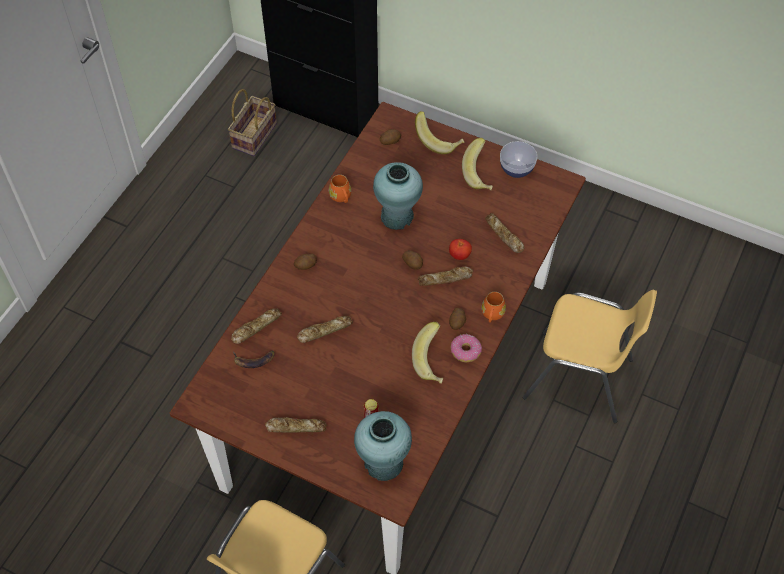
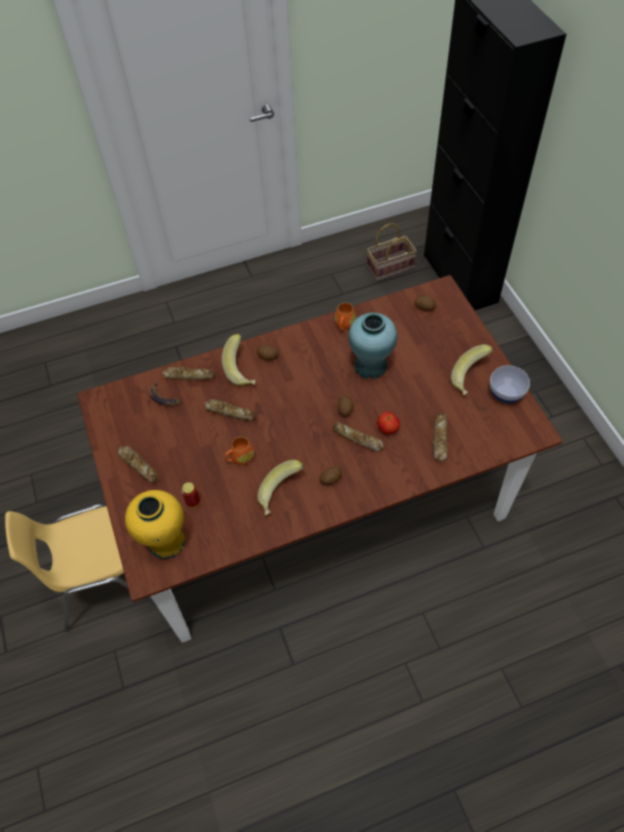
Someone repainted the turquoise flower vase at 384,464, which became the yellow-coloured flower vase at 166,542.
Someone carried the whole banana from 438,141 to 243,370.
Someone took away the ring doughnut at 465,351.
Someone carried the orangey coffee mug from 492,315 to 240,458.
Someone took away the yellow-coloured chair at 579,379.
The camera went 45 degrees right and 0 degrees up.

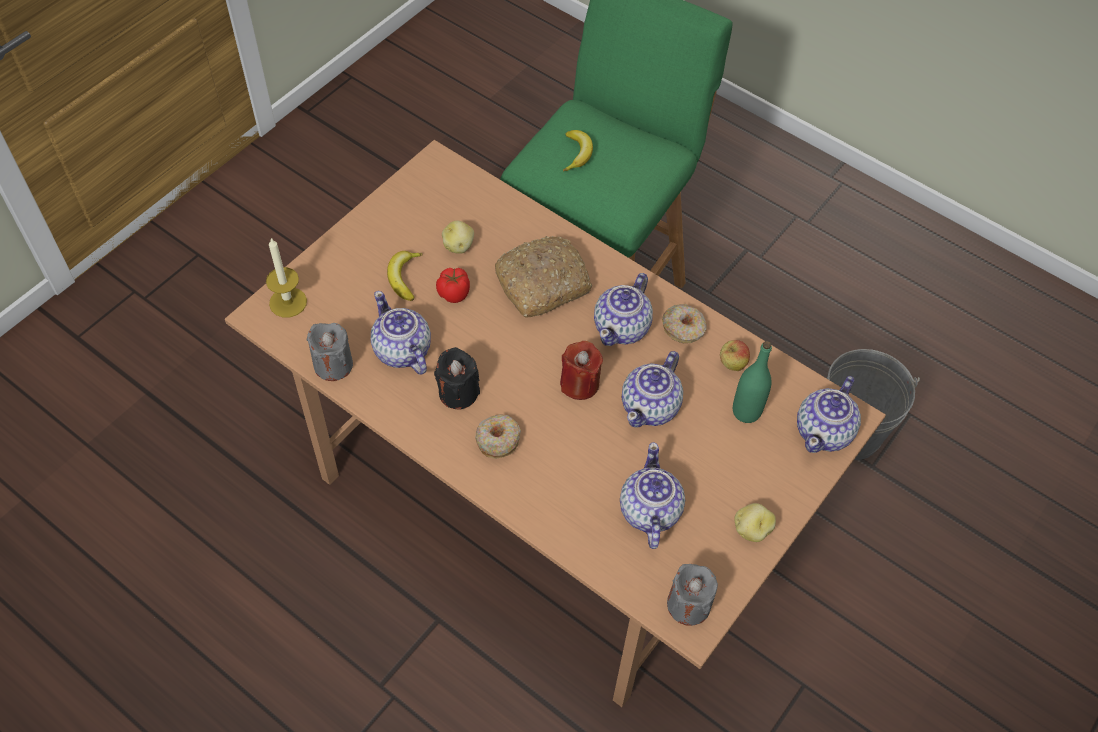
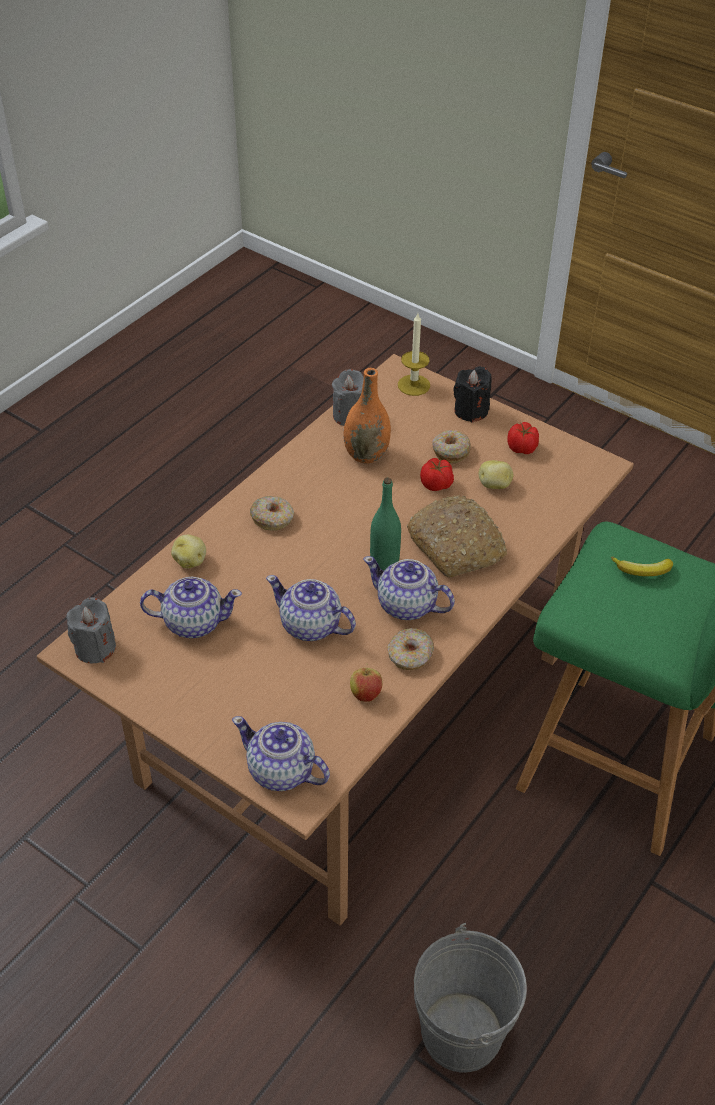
Someone swapped the tea pot at 402,351 for the orangey flower vase at 366,455.
Someone swapped the whole banana at 404,277 for the ring doughnut at 450,451.
Someone carried the black wax candle from 458,392 to 471,411.
Someone took away the red-coloured wax candle at 579,383.
Someone carried the greenish bottle from 746,411 to 384,563.
Someone carried the whole potato from 751,529 to 190,561.
Someone put down the tomato at 522,448.
The camera went 90 degrees right and 10 degrees down.

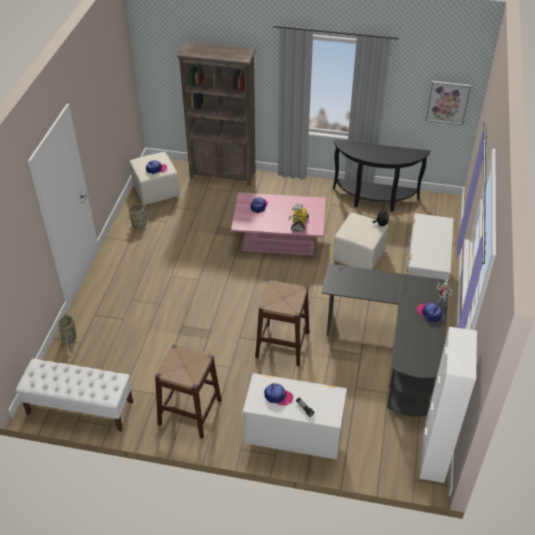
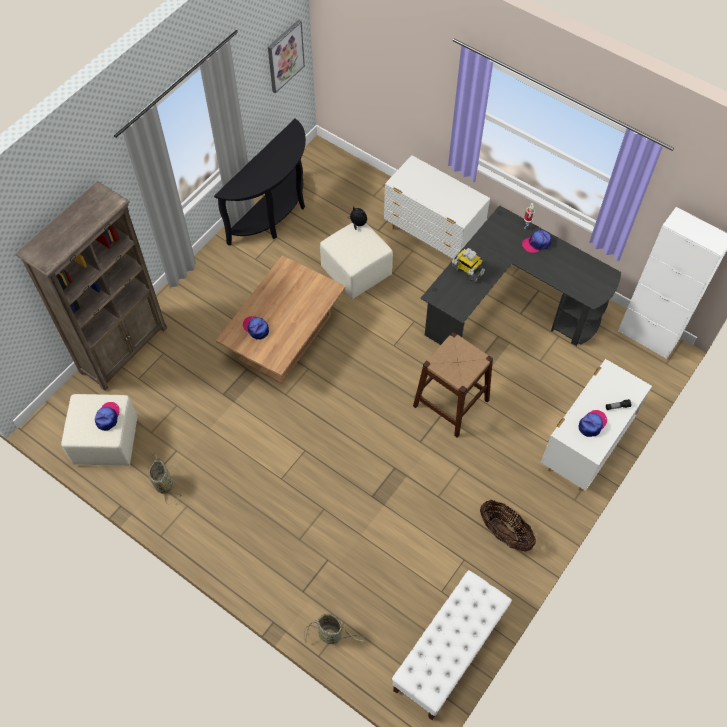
Someone swapped the brown-coloured stool seat at 189,411 for the basket at 504,533.
Someone repainted the pinkish lounge table at 279,239, which became the brown-coloured lounge table at 285,338.
Someone carried the toy robot from 299,224 to 467,271.
The camera went 65 degrees left and 15 degrees up.

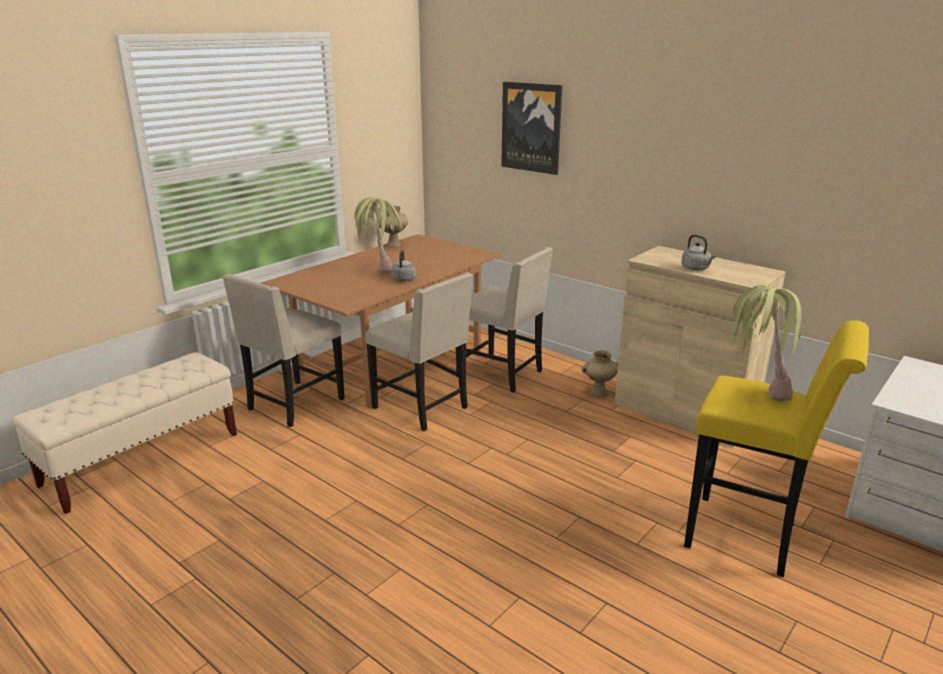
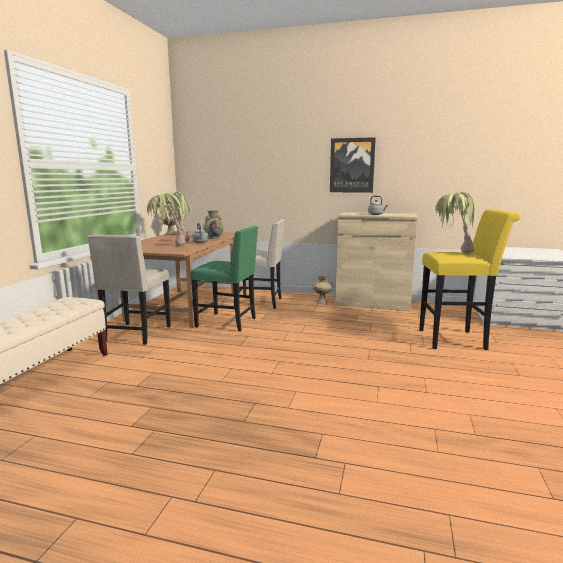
Someone repainted the beige-coloured chair at 423,408, which became the greenish chair at 228,322.
Someone carried the wall picture from 531,127 to 352,165.
Someone put down the potted plant at 168,246.
Someone put down the beige-coloured flower vase at 214,238.
The camera went 25 degrees left and 10 degrees down.

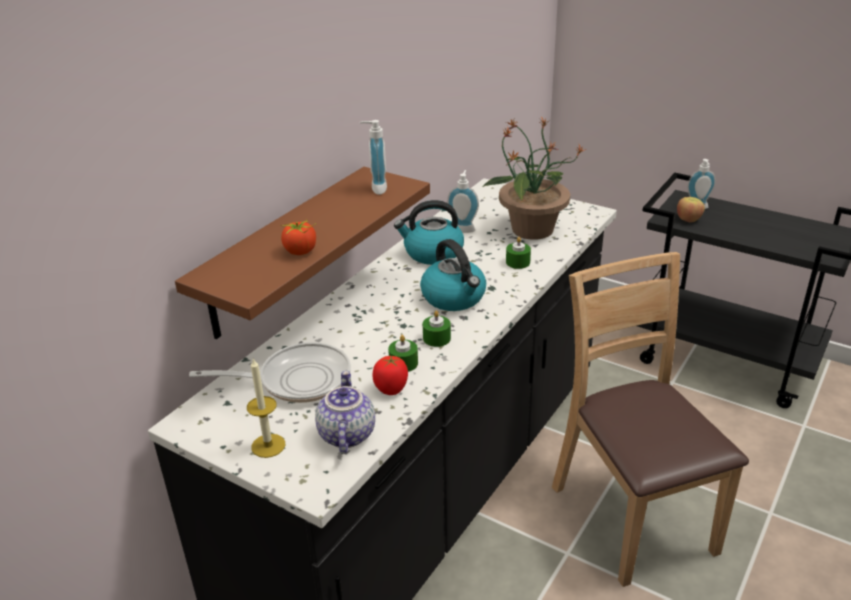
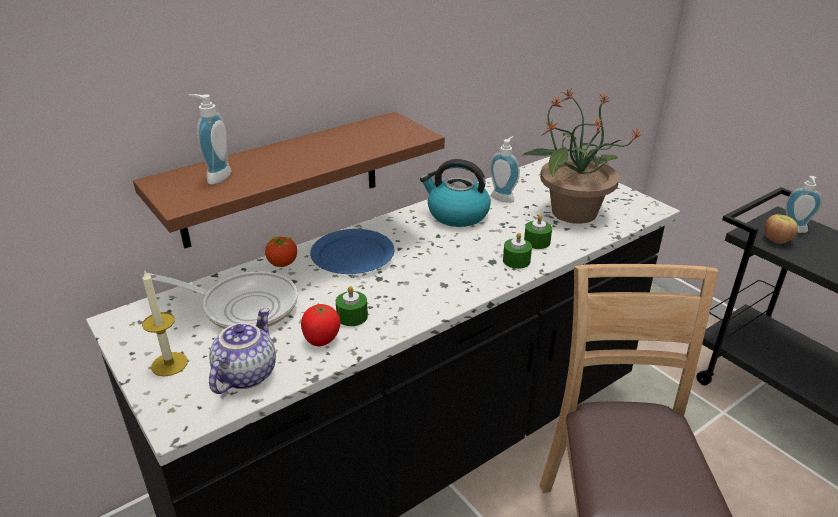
Someone carried the tomato from 301,251 to 283,263.
Someone carried the soap dispenser from 375,188 to 215,176.
Someone took away the tea kettle at 454,297.
Someone carried the greenish wax candle from 436,338 to 516,261.
Someone put down the blue-coloured flat dish at 353,255.
The camera went 20 degrees right and 0 degrees up.

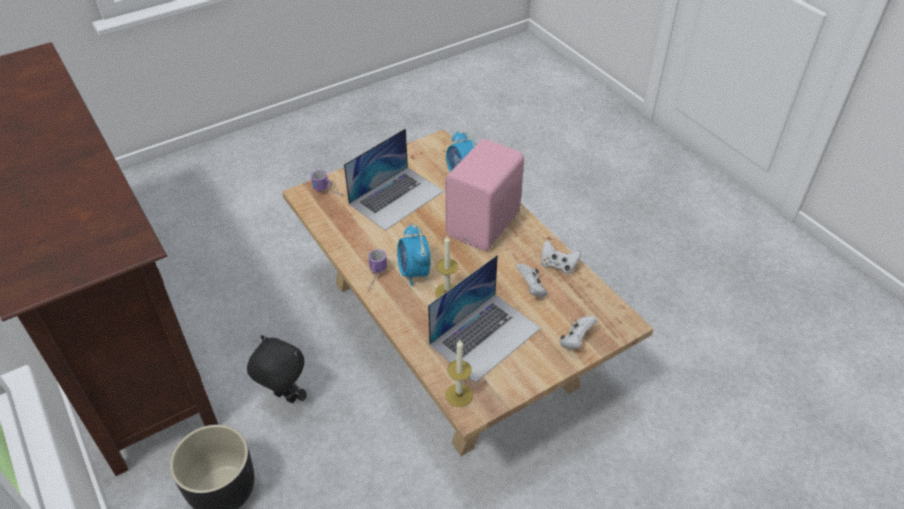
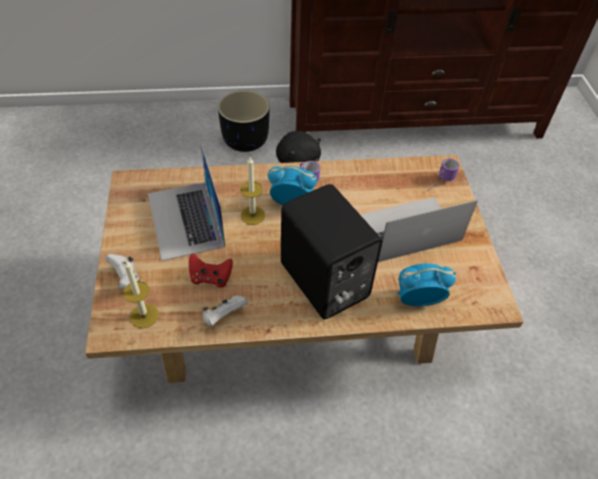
Someone rotated the laptop at 396,197 by 90 degrees clockwise.
Someone repainted the pinkish speaker at 485,224, which became the black speaker at 323,283.
Someone carried the wax candle from 459,395 to 144,316.
Someone repainted the white-coloured joypad at 532,289, which became the red-coloured joypad at 210,278.
The camera went 115 degrees right and 5 degrees up.

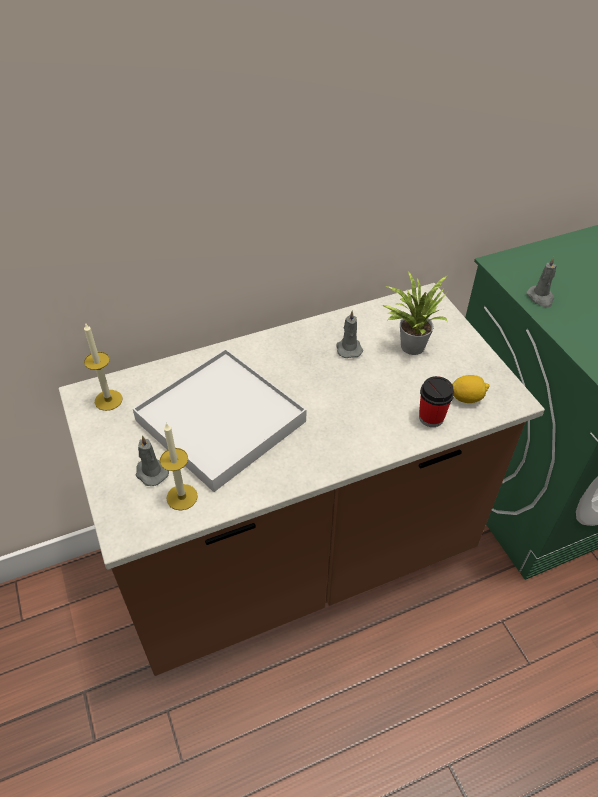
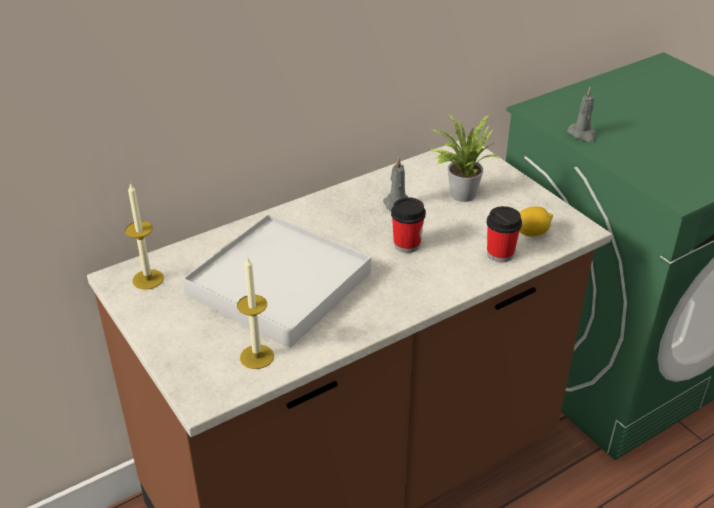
Someone took away the greyish wax candle at 151,472.
Someone put down the drinking cup at 407,244.
The camera went 10 degrees left and 10 degrees down.

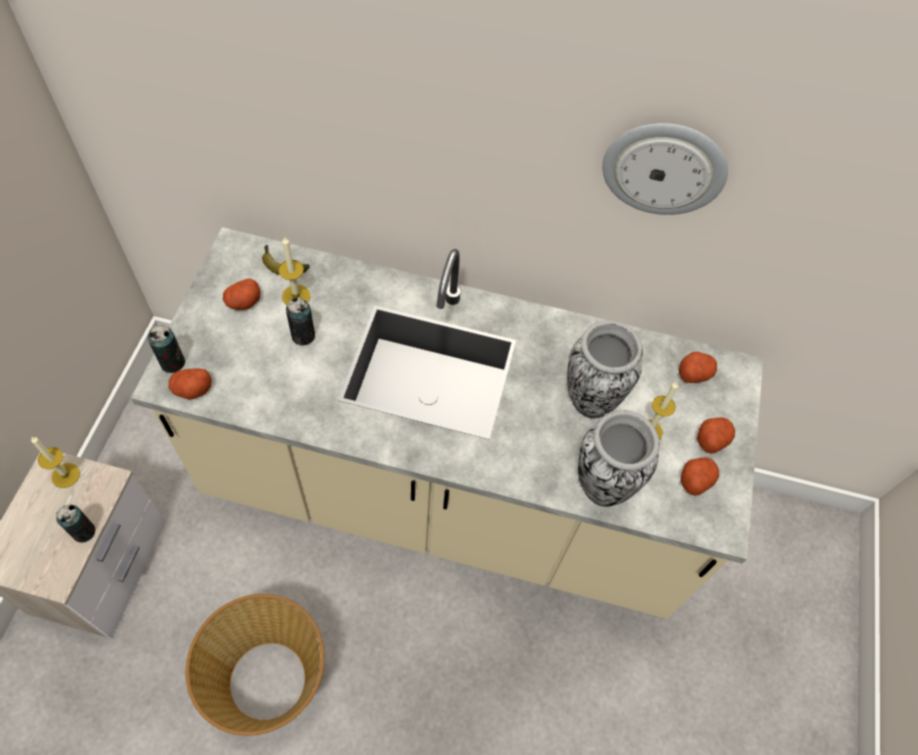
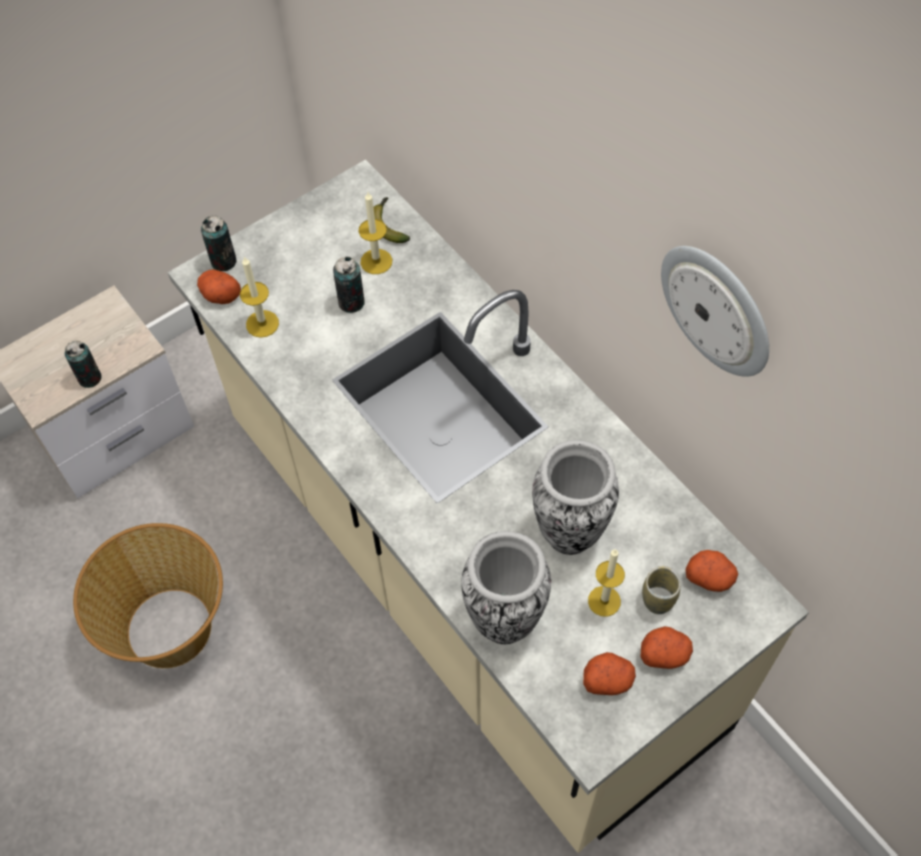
Someone carried the wax candle from 65,475 to 262,324.
Someone took away the whole potato at 243,302.
Someone put down the drinking cup at 658,599.
The camera went 45 degrees right and 0 degrees up.

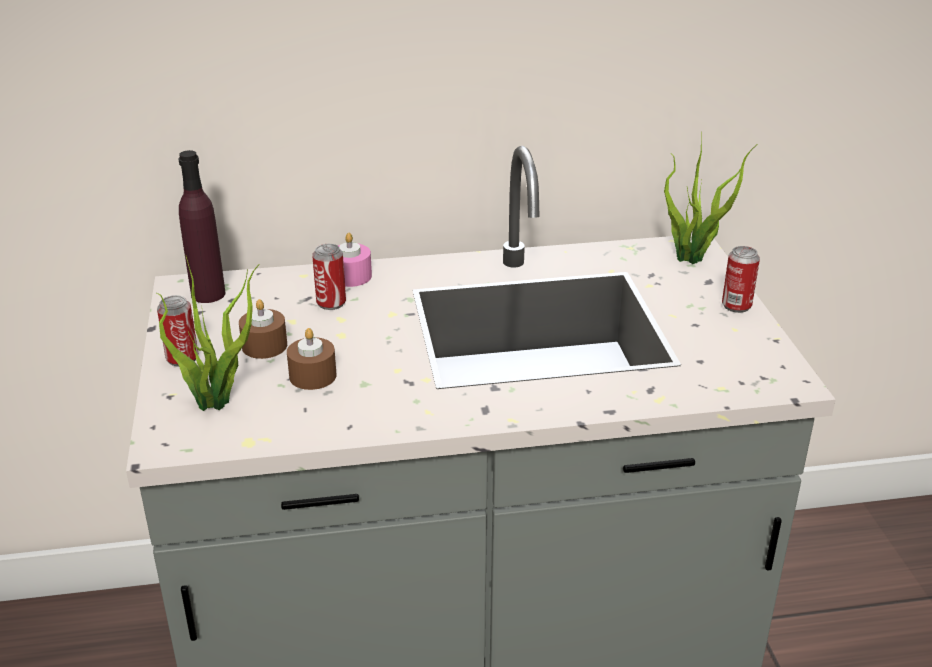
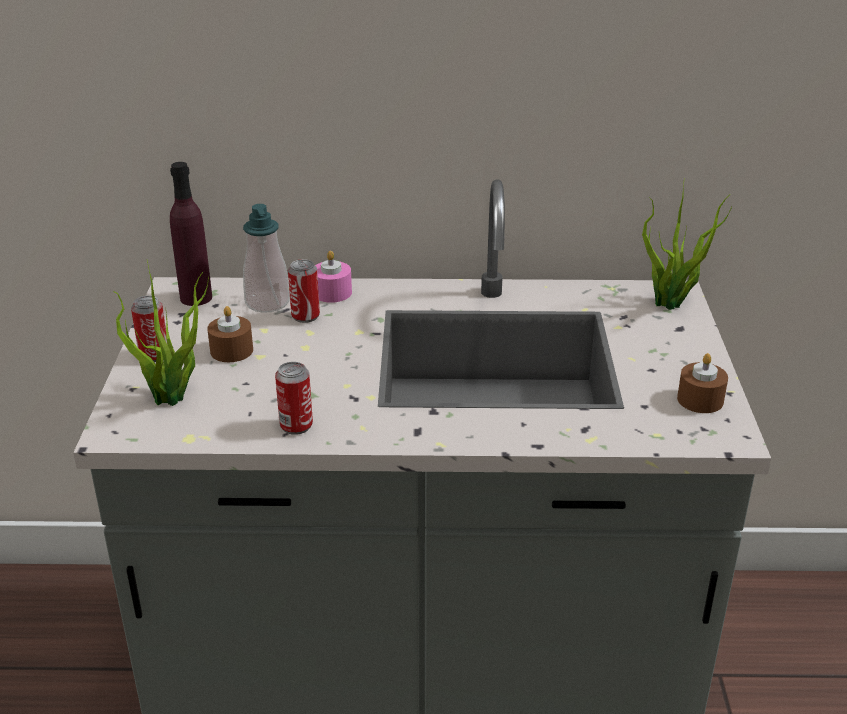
Someone carried the brown-coloured wax candle from 313,376 to 700,400.
Someone carried the can from 736,306 to 296,426.
Someone put down the soap dispenser at 267,303.
The camera went 10 degrees right and 0 degrees up.

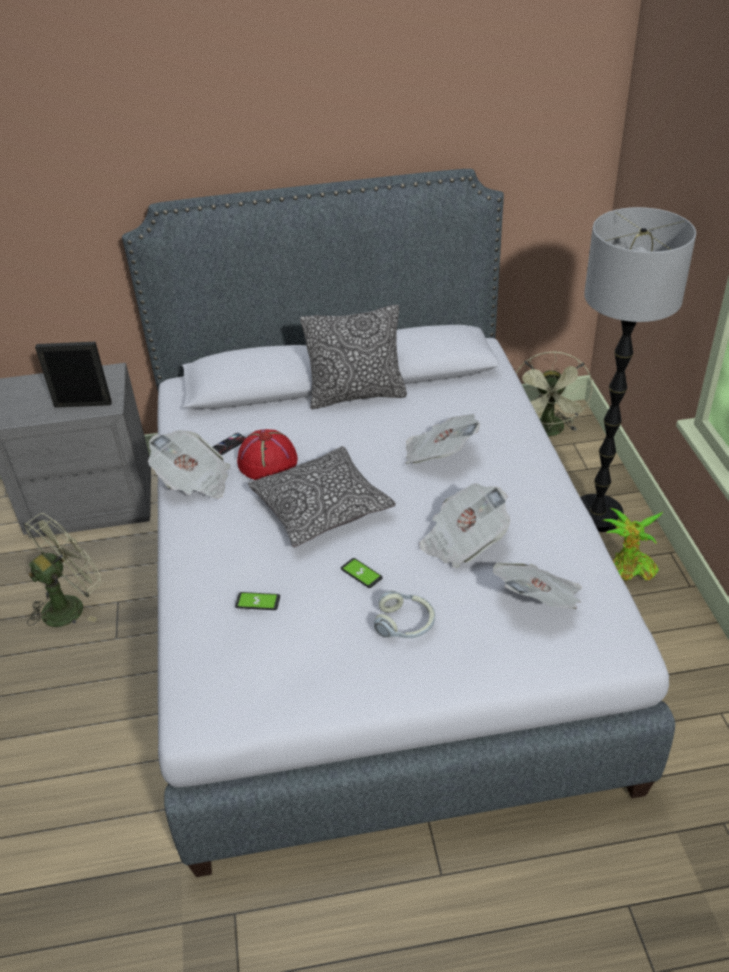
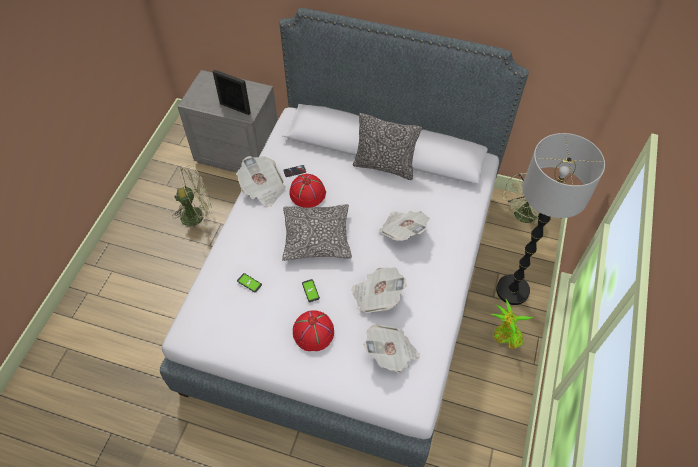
Someone swapped the pair of headphones at 405,624 for the red-coloured hat at 313,332.
The camera went 25 degrees right and 15 degrees up.

